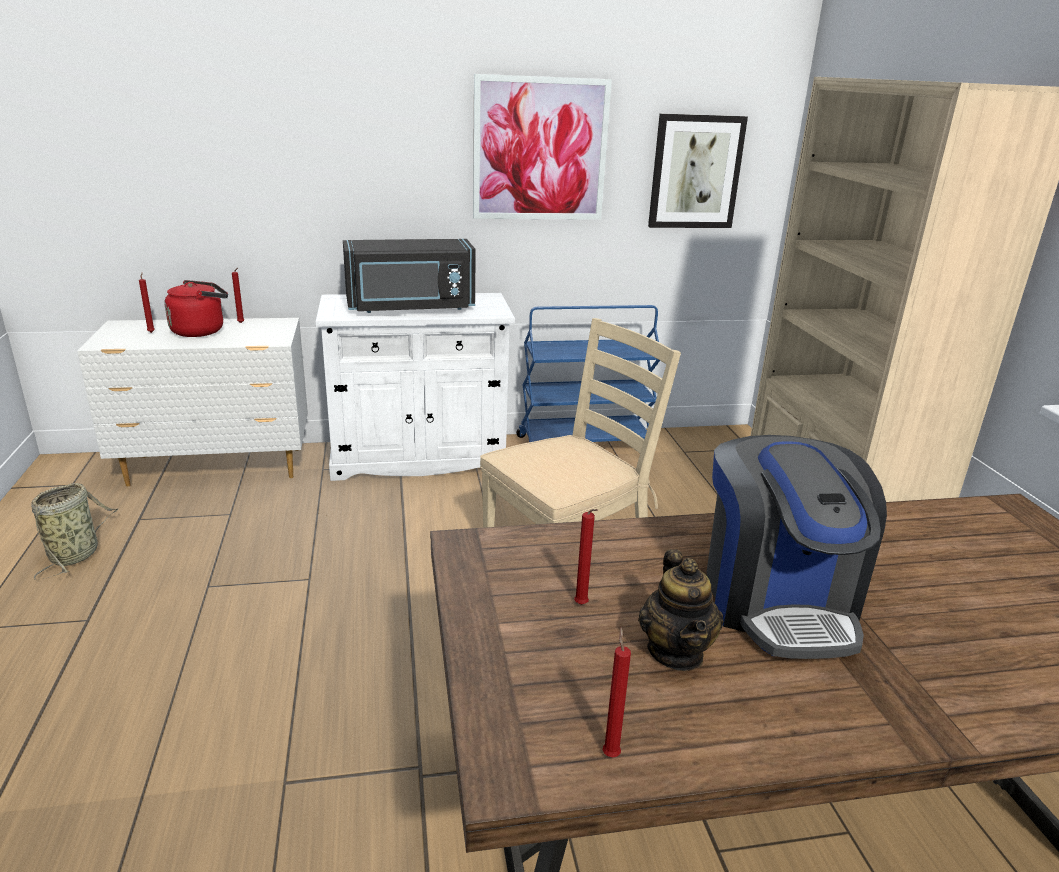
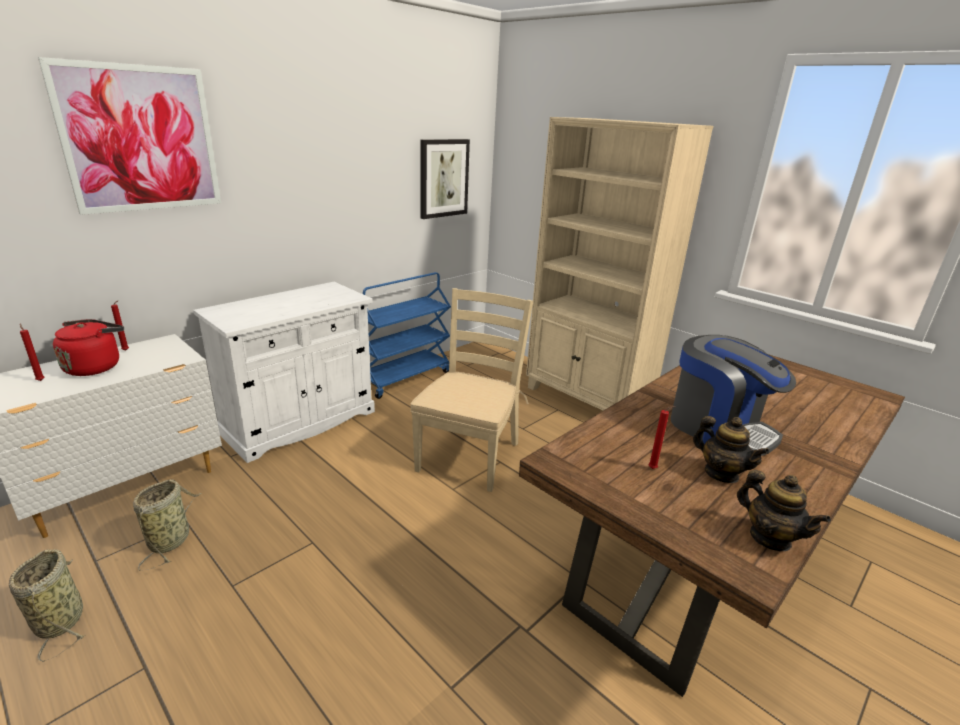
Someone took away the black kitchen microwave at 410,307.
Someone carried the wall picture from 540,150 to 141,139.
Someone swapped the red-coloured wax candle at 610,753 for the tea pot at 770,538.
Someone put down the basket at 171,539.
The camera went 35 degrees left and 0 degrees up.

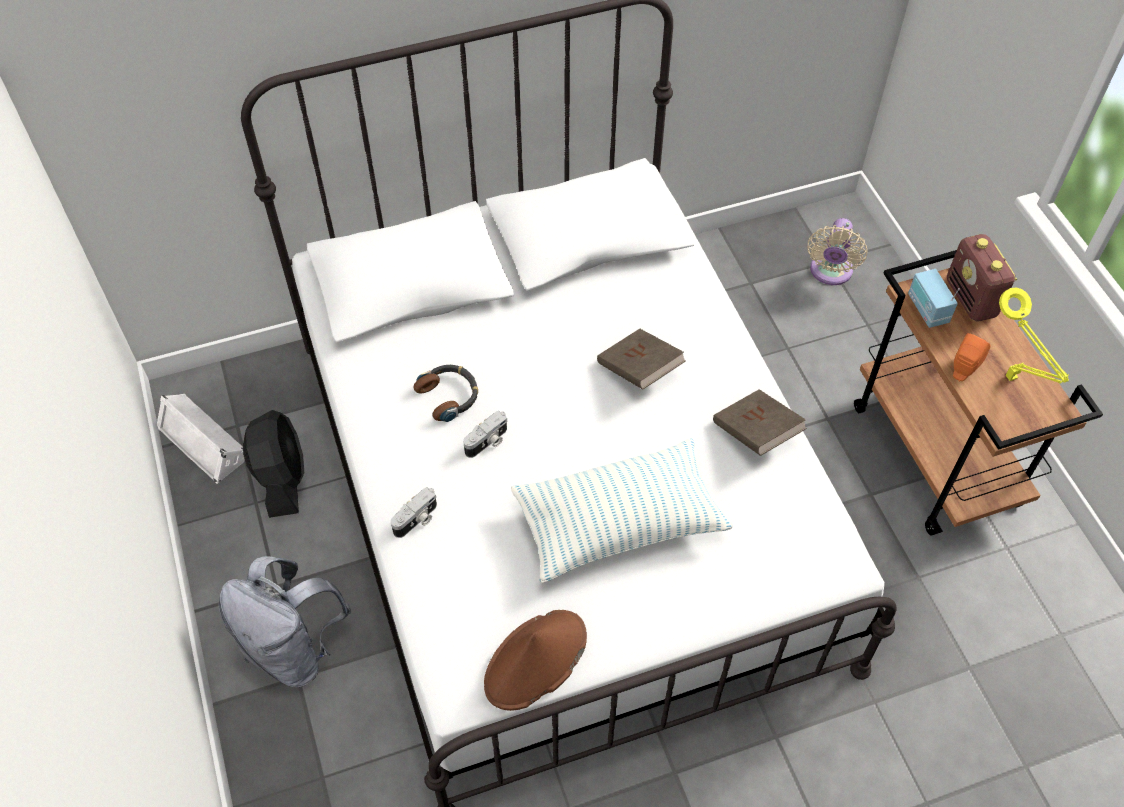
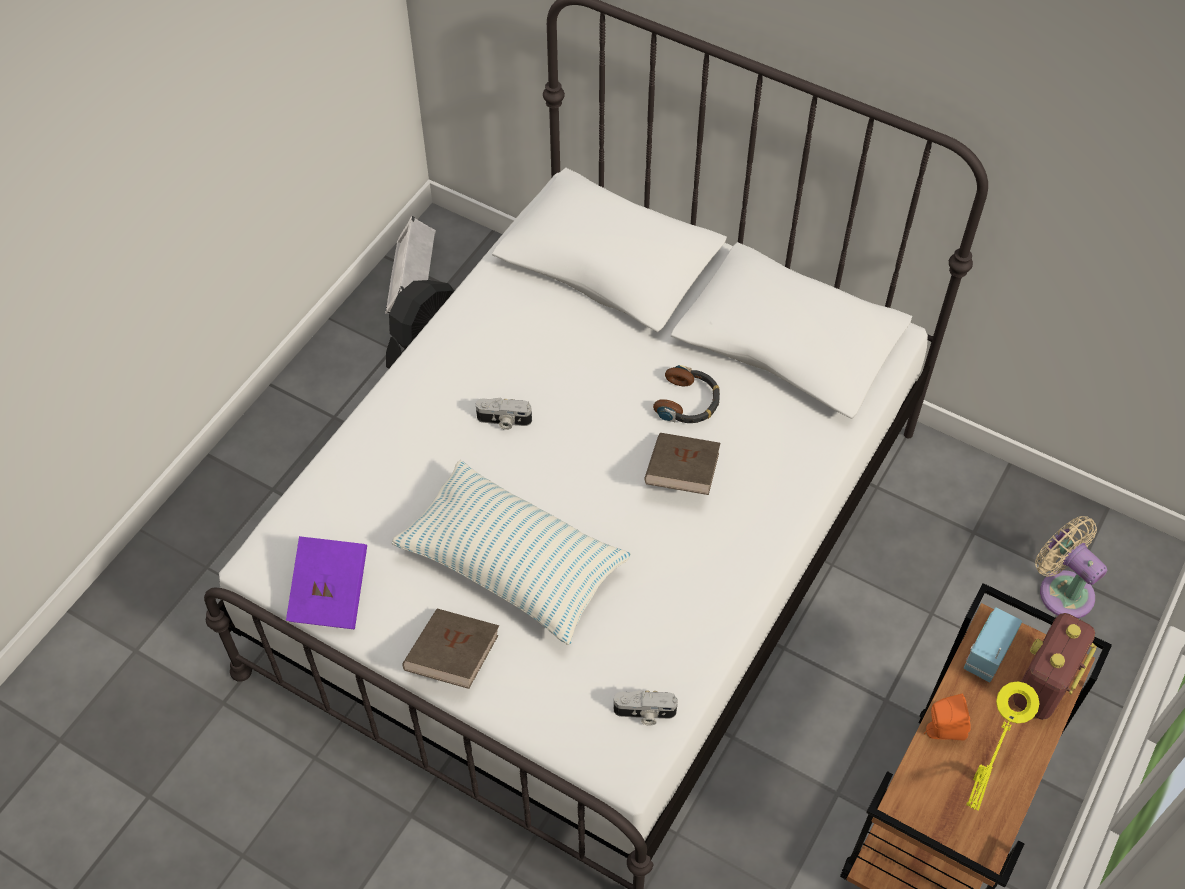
Someone took away the greyish backpack at 294,648.
Someone carried the still camera from 417,520 to 644,713.
Someone carried the pair of headphones from 449,395 to 688,402.
Someone swapped the brown-coloured hat at 535,661 for the purple-coloured book at 330,594.
Someone carried the brown-coloured book from 756,433 to 453,658.
Someone rotated the beige-coloured electric fan at 830,273 by 75 degrees clockwise.
The camera went 50 degrees right and 0 degrees up.

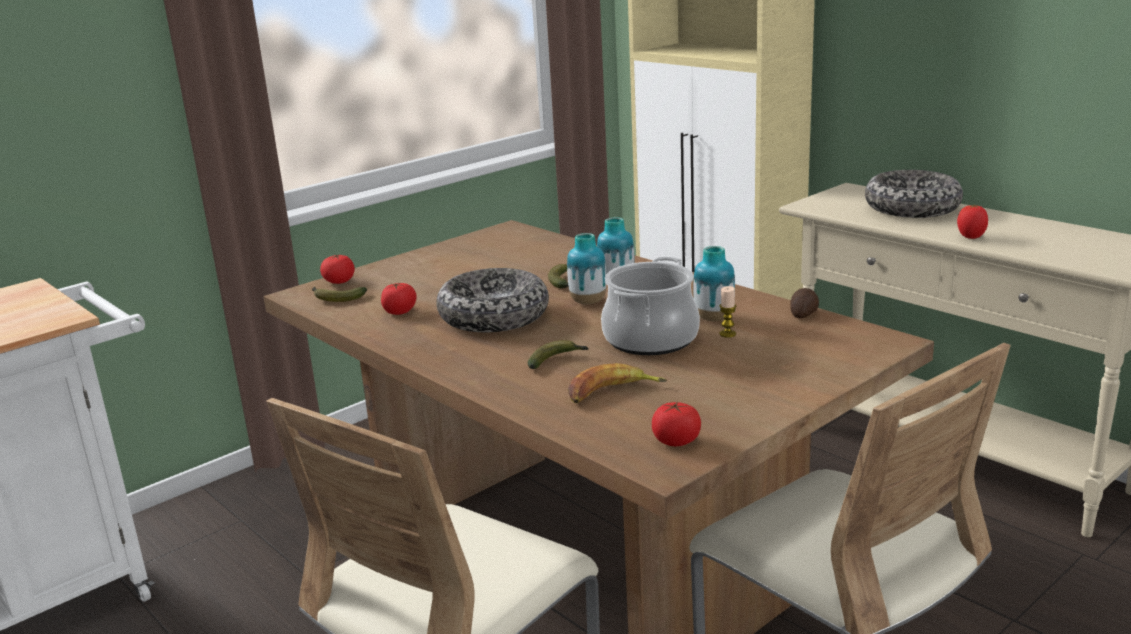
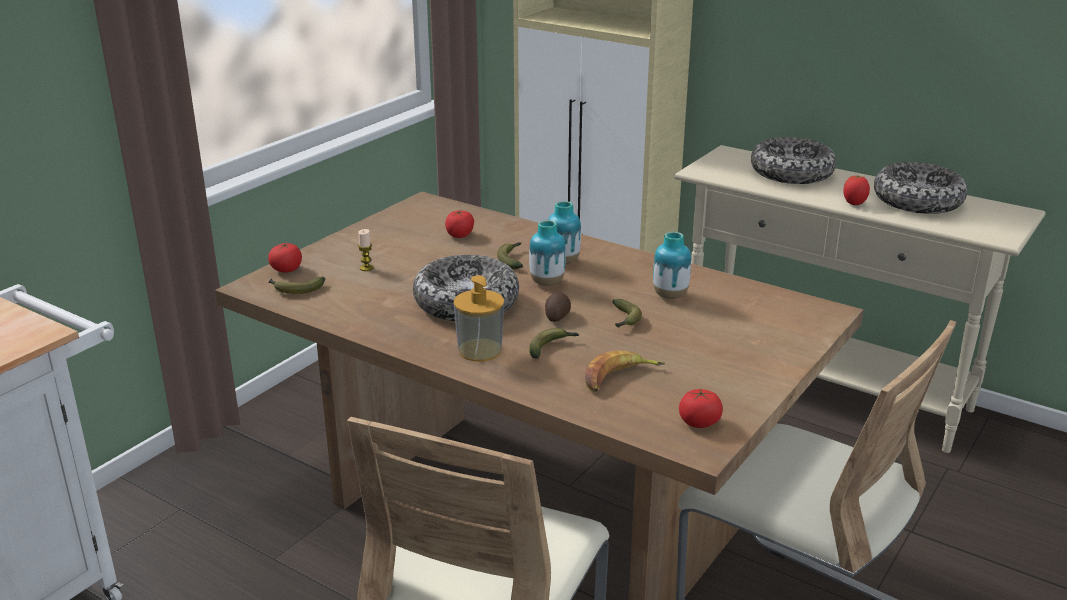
Someone carried the tomato from 400,312 to 459,235.
Someone swapped the cooking pot at 650,339 for the whole banana at 624,320.
Someone carried the wax candle from 727,334 to 366,268.
Someone carried the whole potato from 803,314 to 557,316.
Someone put down the soap dispenser at 480,350.
Someone put down the deep dish at 917,201.
The camera went 15 degrees left and 5 degrees up.

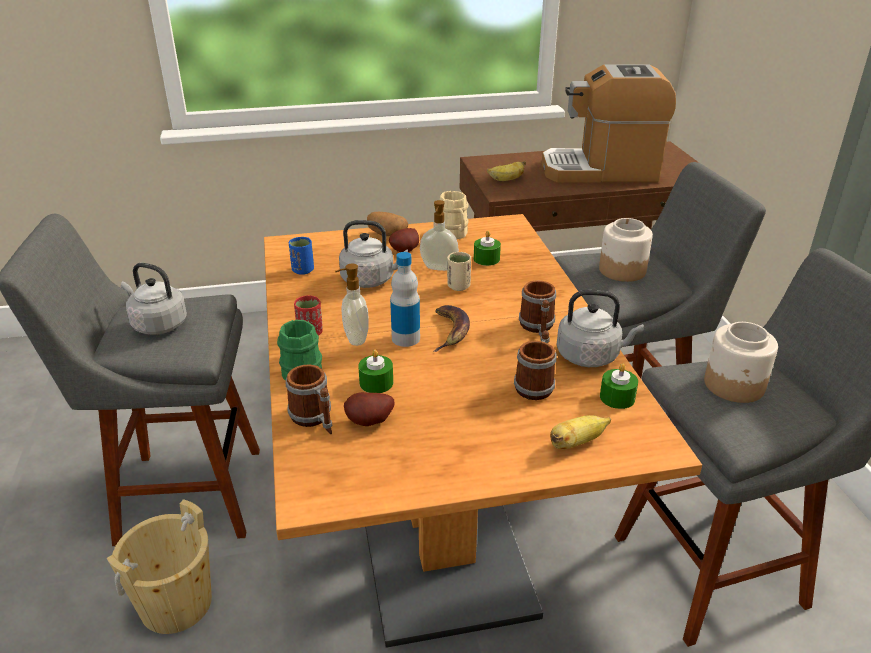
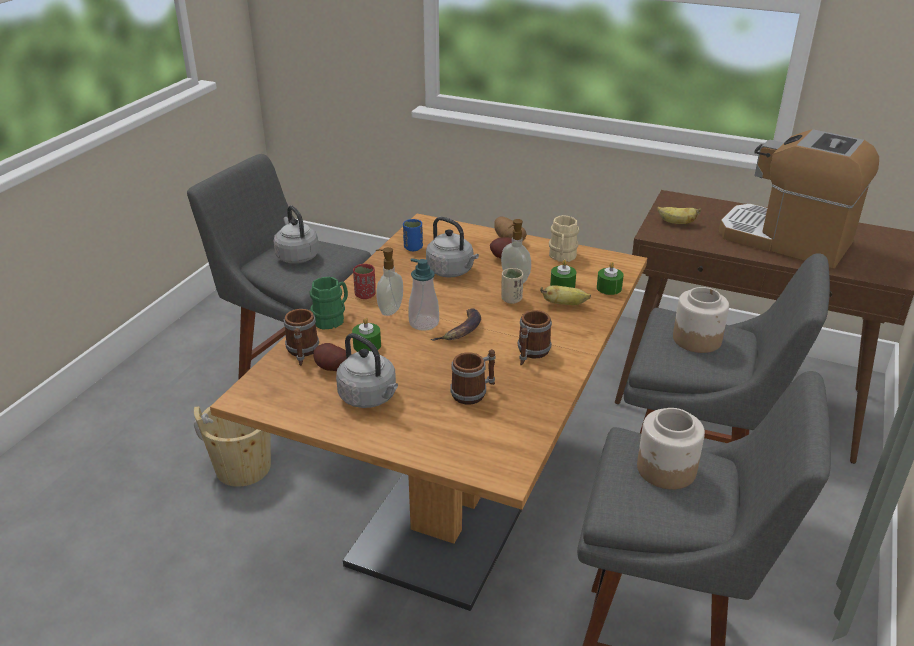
Someone swapped the bottle at 405,338 for the soap dispenser at 424,323.
Someone carried the whole banana from 576,443 to 565,304.
Someone carried the greyish tea kettle from 591,356 to 370,398.
Someone carried the greenish wax candle from 617,397 to 609,288.
The camera went 35 degrees right and 0 degrees up.

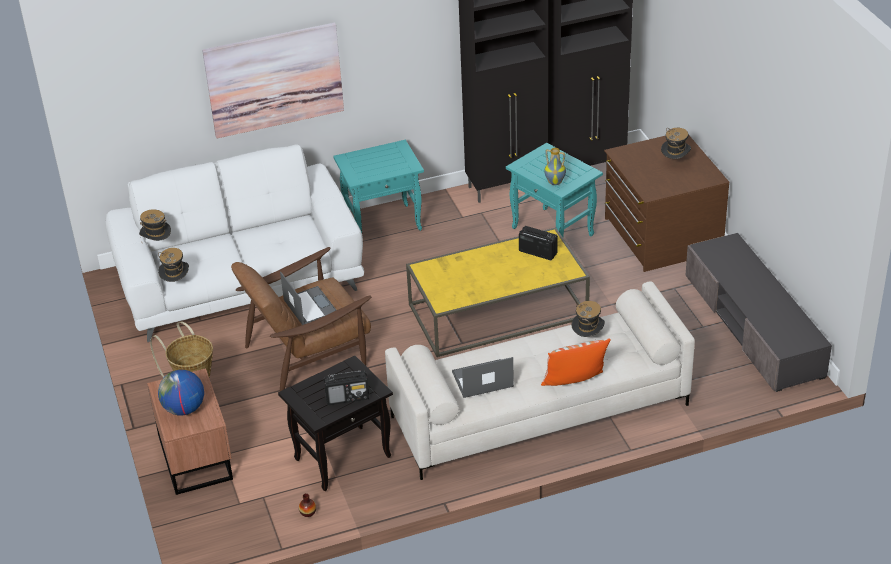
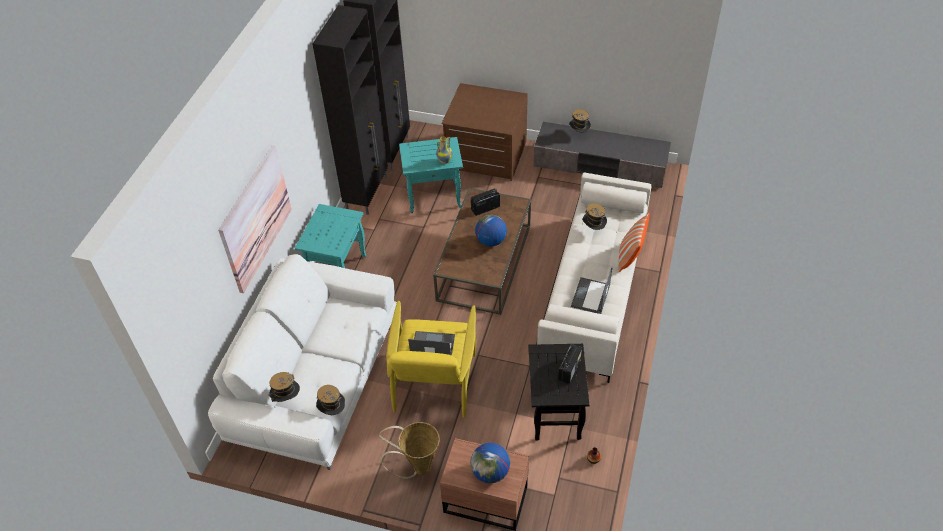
Someone repainted the brown-coloured armchair at 308,353, which became the yellow-coloured armchair at 434,379.
Someone repainted the yellow-coloured lounge table at 498,312, which became the brown-coloured lounge table at 485,263.
Someone carried the hat from 675,163 to 579,133.
Someone put down the globe at 490,241.
The camera went 55 degrees left and 10 degrees up.

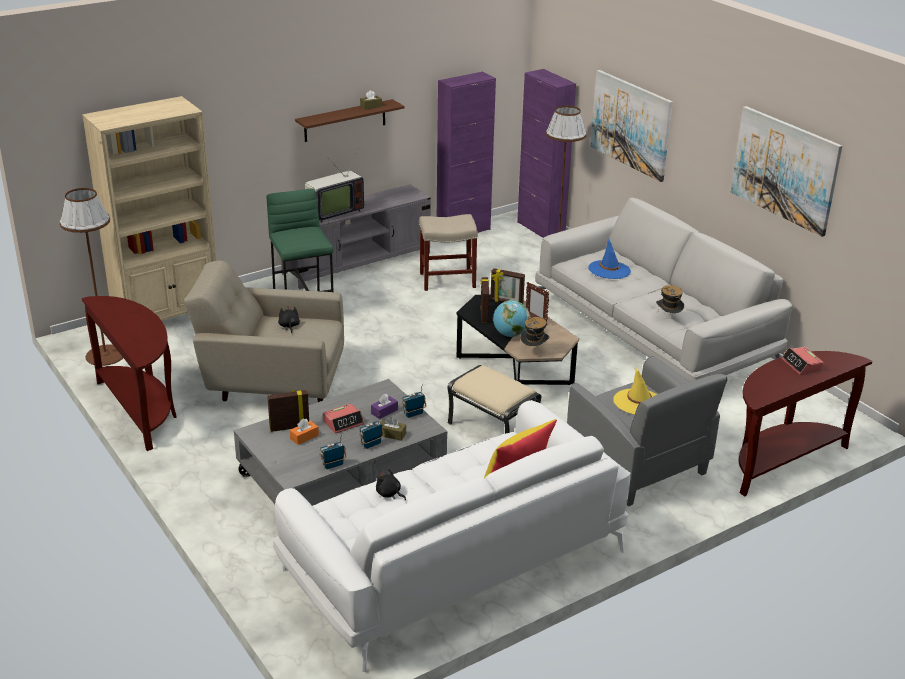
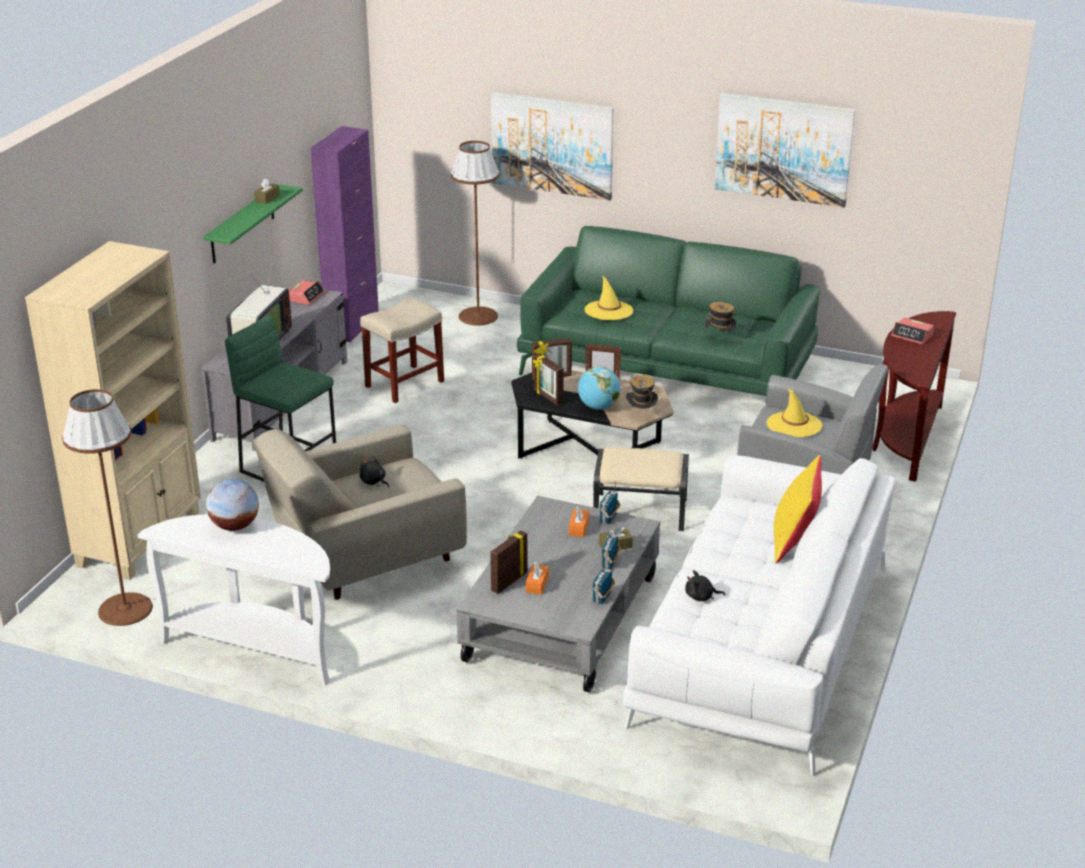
Someone repainted the brown-coloured console table at 141,409, which became the white-coloured console table at 256,647.
Someone repainted the brown-coloured bracket shelf at 345,120, which became the greenish bracket shelf at 242,224.
Someone carried the alarm clock from 343,422 to 306,297.
Someone repainted the purple-coloured tissue box at 384,412, which became the orangey tissue box at 578,528.
Someone took away the purple-coloured storage cabinet at 540,229.
Someone repainted the white-coloured couch at 653,334, which became the greenish couch at 668,366.
Someone repainted the blue-coloured hat at 609,270, which became the yellow-coloured hat at 608,311.
Someone put down the globe at 235,526.
The camera went 35 degrees left and 0 degrees up.

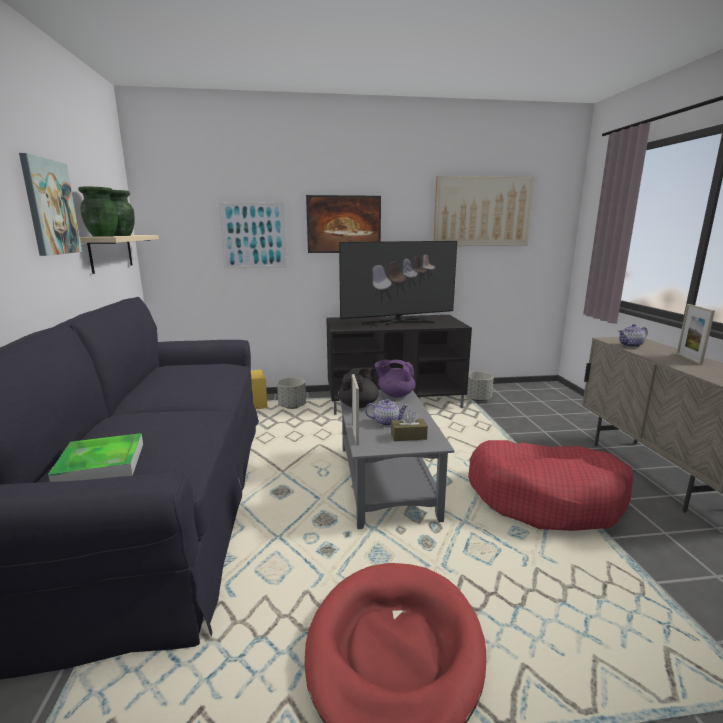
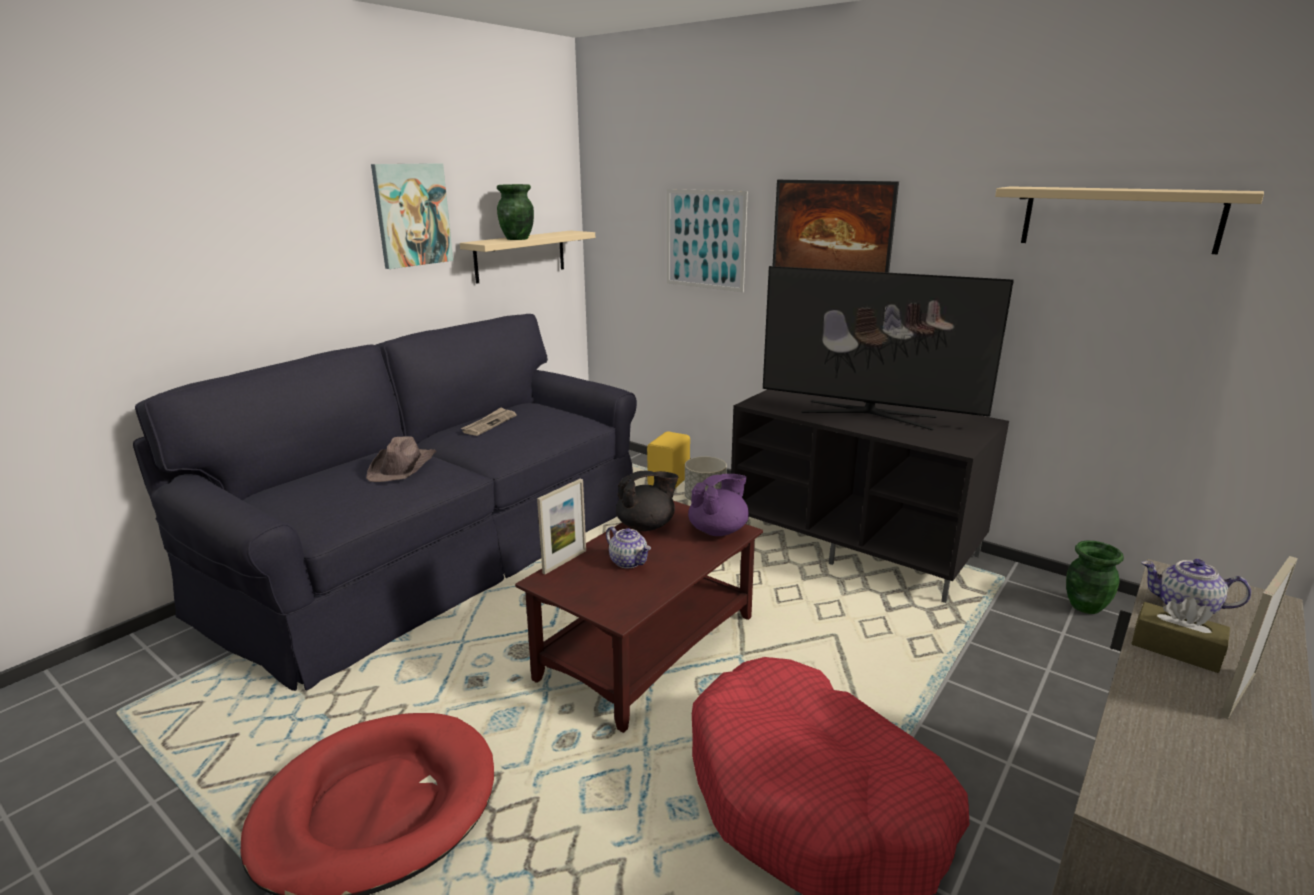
Someone took away the tray at 101,464.
Someone carried the greenish flower vase from 103,236 to 1085,606.
Someone repainted the greyish lounge table at 385,481, which became the brown-coloured lounge table at 648,646.
Someone rotated the purple-coloured tea pot at 395,395 by 75 degrees clockwise.
Someone carried the brown-coloured tissue box from 408,436 to 1175,649.
Someone swapped the wall picture at 482,212 for the beige-coloured bracket shelf at 1119,218.
Someone took away the greyish plant pot at 478,399.
Someone put down the brown-coloured hat at 403,467.
Someone put down the printed paper at 489,423.
The camera went 45 degrees right and 5 degrees up.

